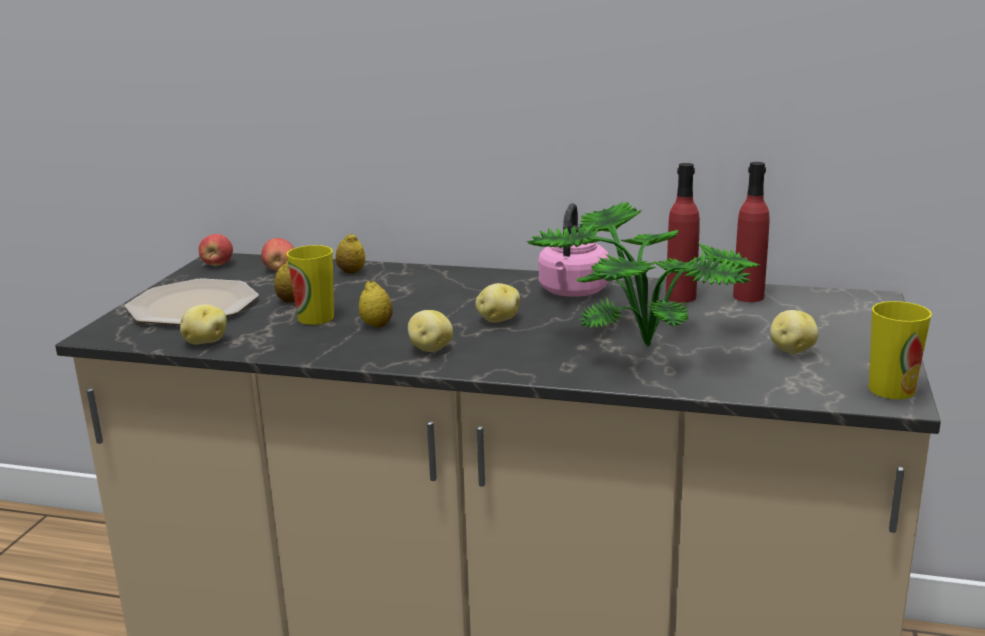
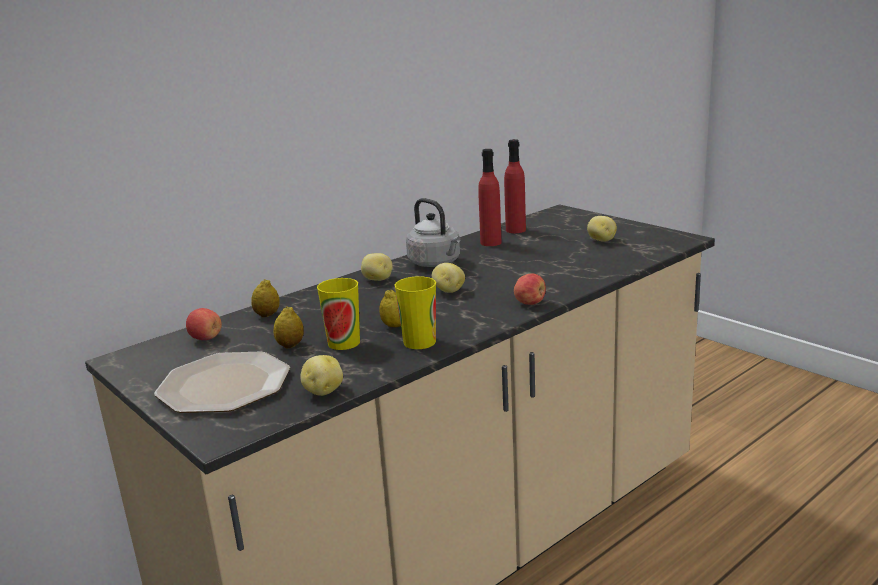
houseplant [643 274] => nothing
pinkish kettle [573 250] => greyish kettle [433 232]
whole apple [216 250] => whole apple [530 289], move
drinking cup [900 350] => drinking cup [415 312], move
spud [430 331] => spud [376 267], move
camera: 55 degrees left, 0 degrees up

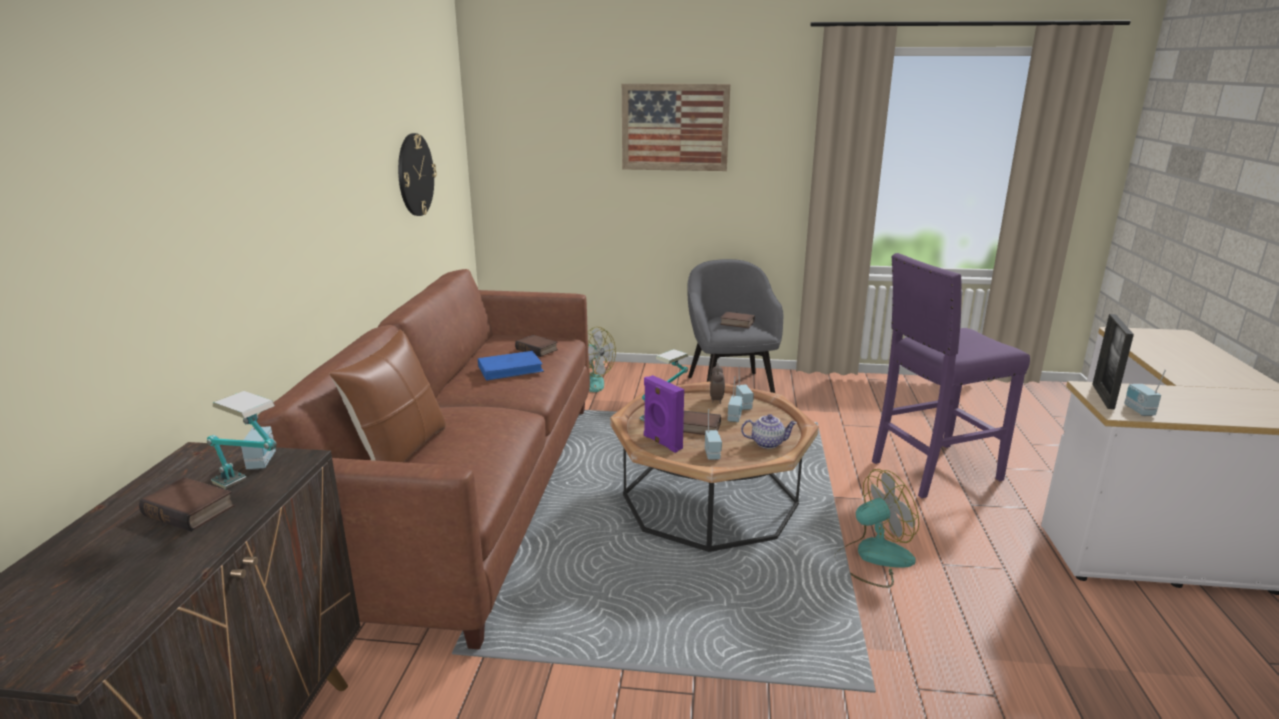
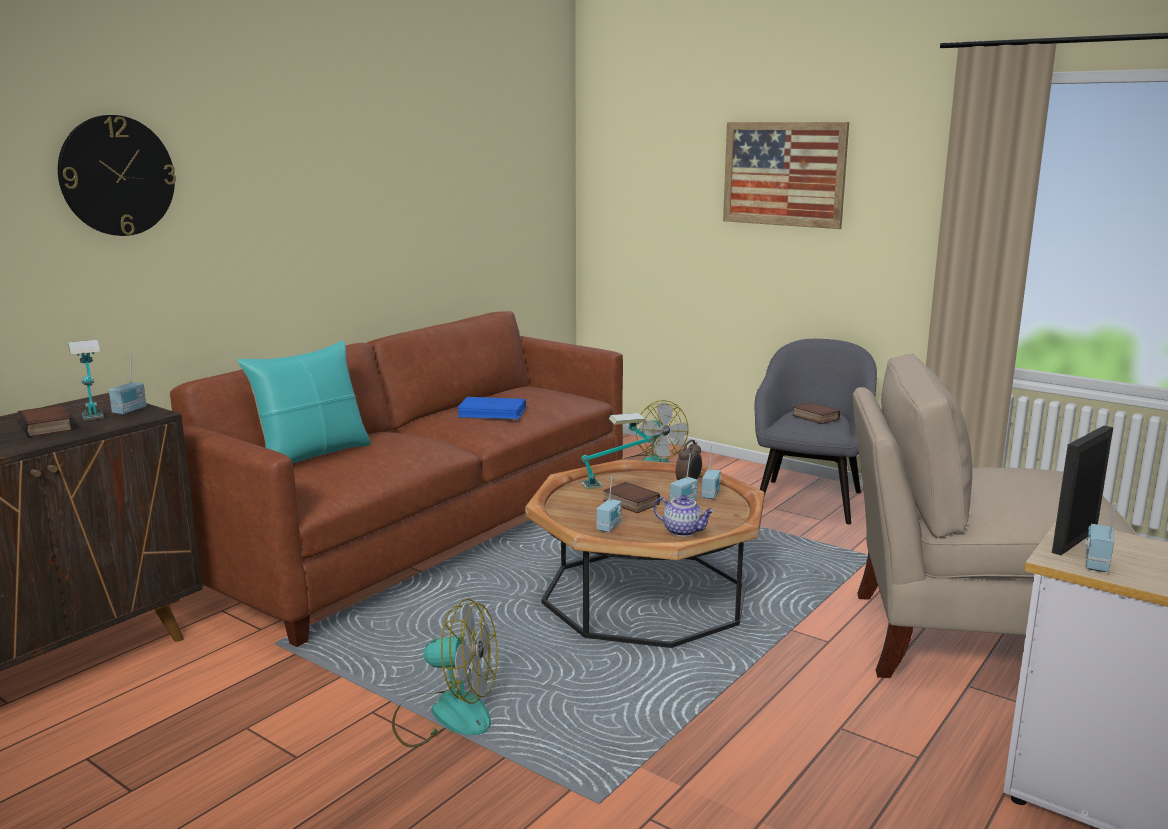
hanging clock [417 174] => hanging clock [117 175], move
purplish stool seat [951 375] => beige plain chair [995 515]
brown throw pillow [387 395] => turquoise-coloured throw pillow [304 402]
book [536 346] => nothing
purplish speaker [664 414] => nothing
fan [877 528] => fan [445 673], move
camera: 30 degrees right, 5 degrees down

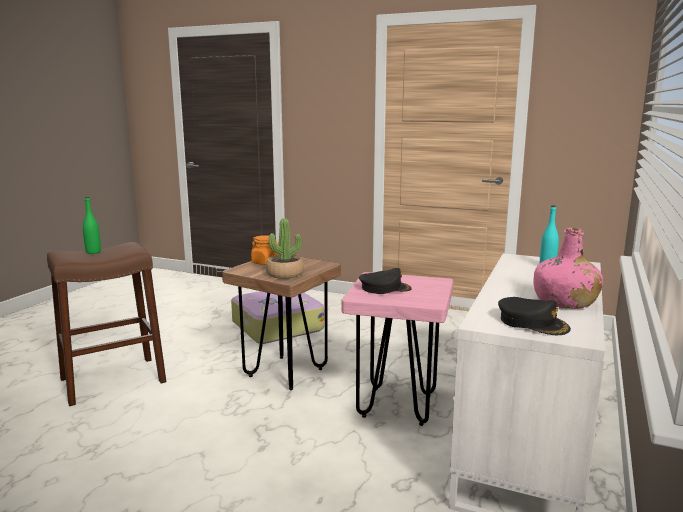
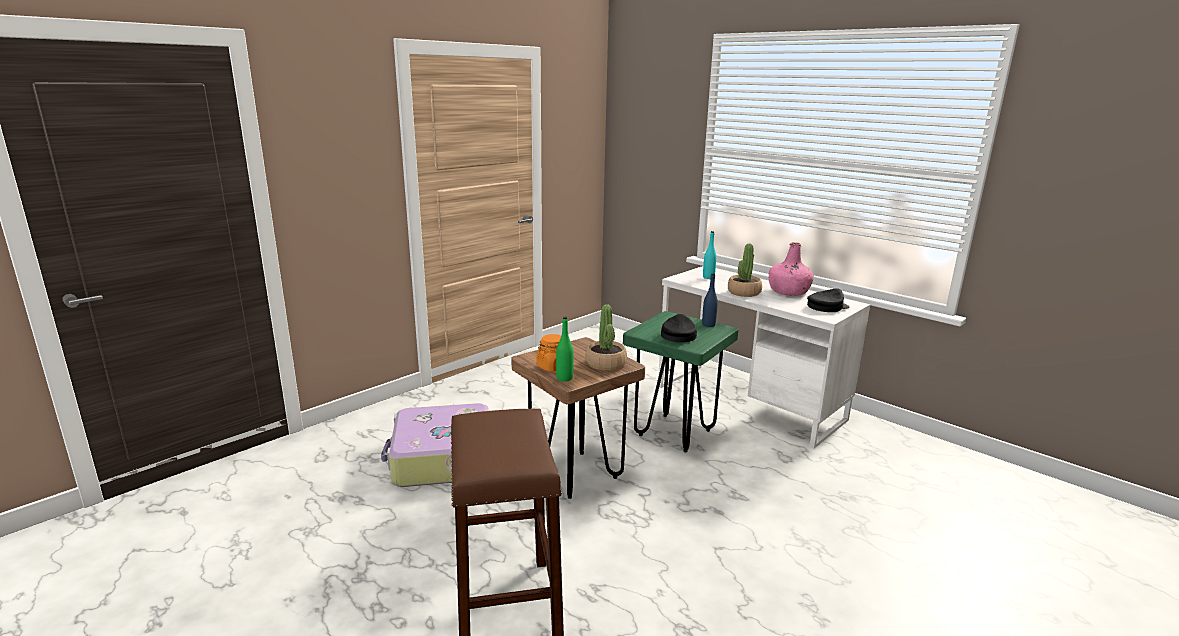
green beverage bottle [92 225] => green beverage bottle [565 349], move
pinkish stool seat [397 349] => green stool seat [680 381]
nothing => houseplant [745 270]
nothing => blue beverage bottle [710 300]
camera: 70 degrees left, 5 degrees up

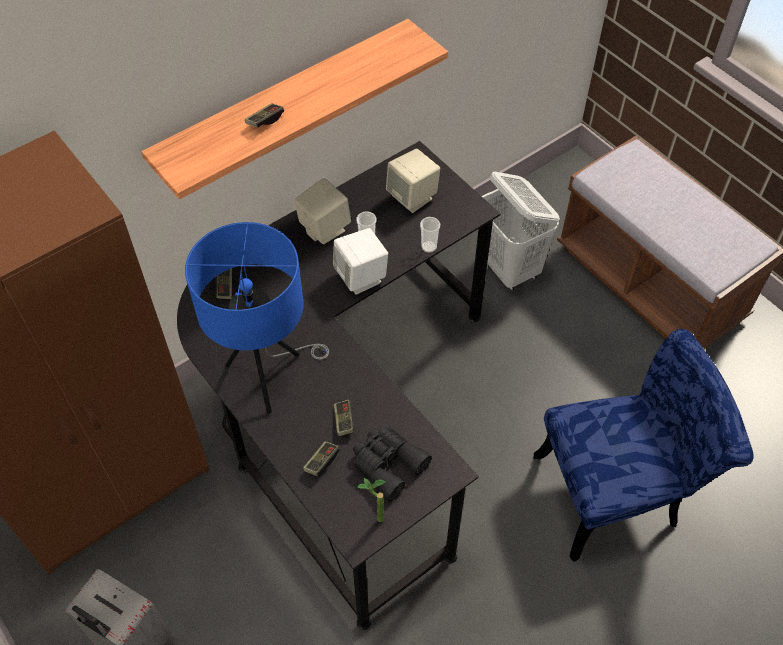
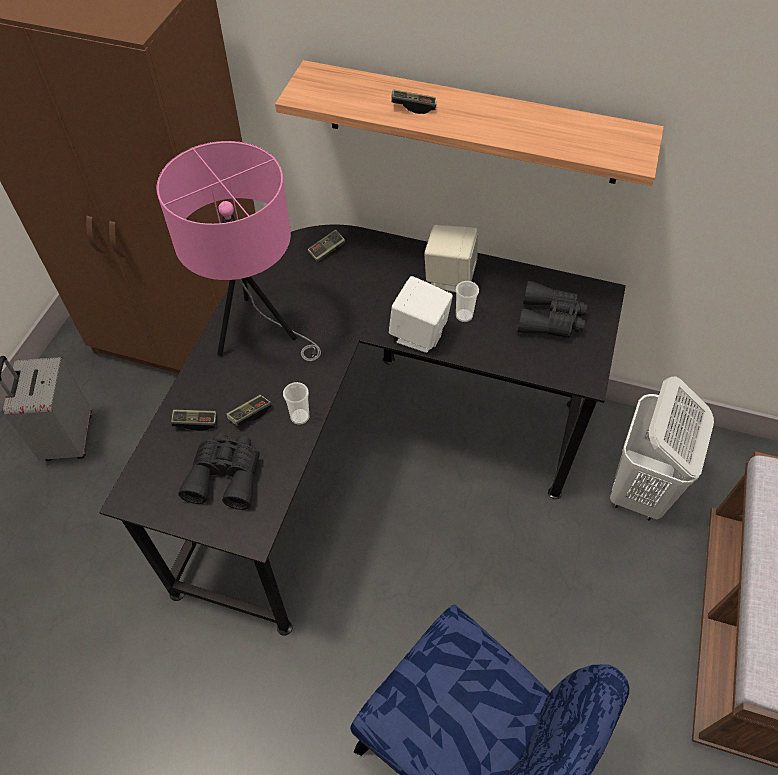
beige speaker [413 181] => blackish binoculars [552 309]
drinking cup [430 235] => drinking cup [296 403], move
blue tabletop lamp [257 318] => pinkish tabletop lamp [238 251]
houseplant [371 500] => nothing
camera: 55 degrees right, 0 degrees up

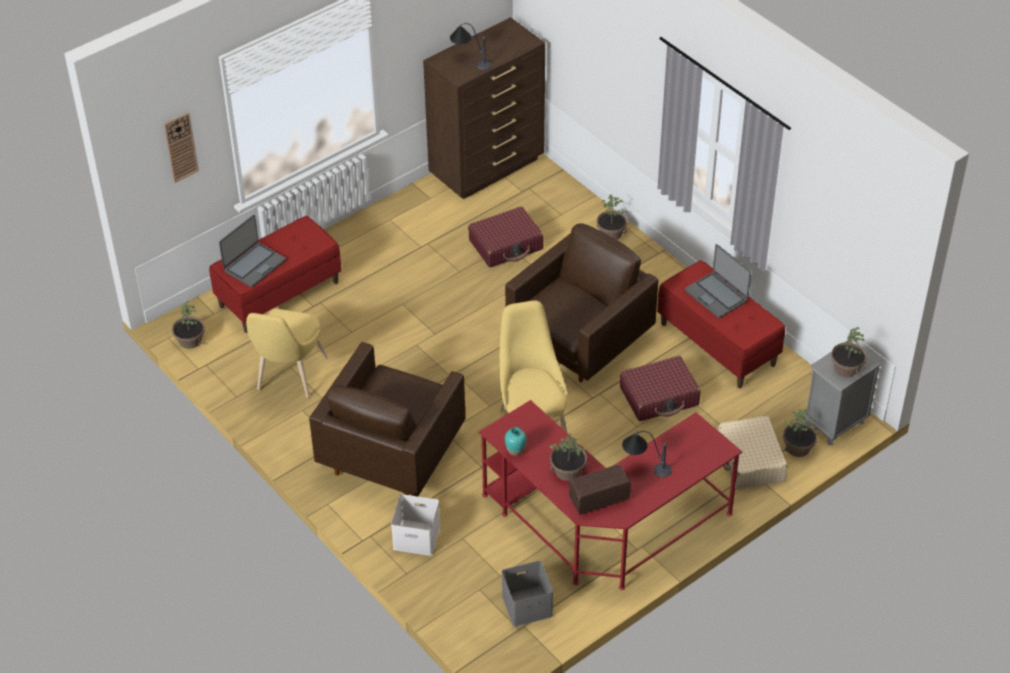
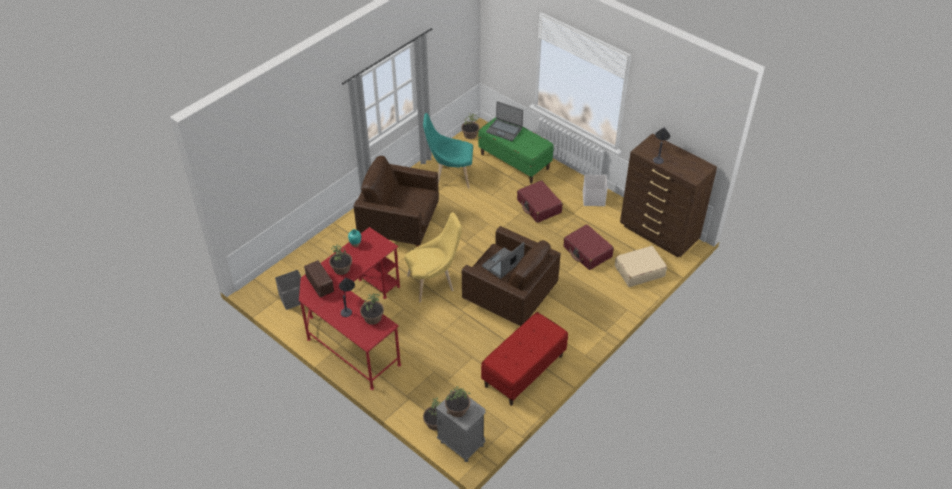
hanging clock [181 147] => nothing
houseplant [612 217] => houseplant [372 309], move
red-coloured bench [275 274] => green bench [516 150]
notebook computer [718 281] => notebook computer [503 260], move
yellowish plain chair [286 353] => turquoise-coloured plain chair [448 150]
red-coloured travel case [660 388] => red-coloured travel case [540 201], move
beige travel case [753 452] => beige travel case [641 266], move
white storage bin [415 525] => white storage bin [595 190], move
camera: 80 degrees right, 0 degrees up

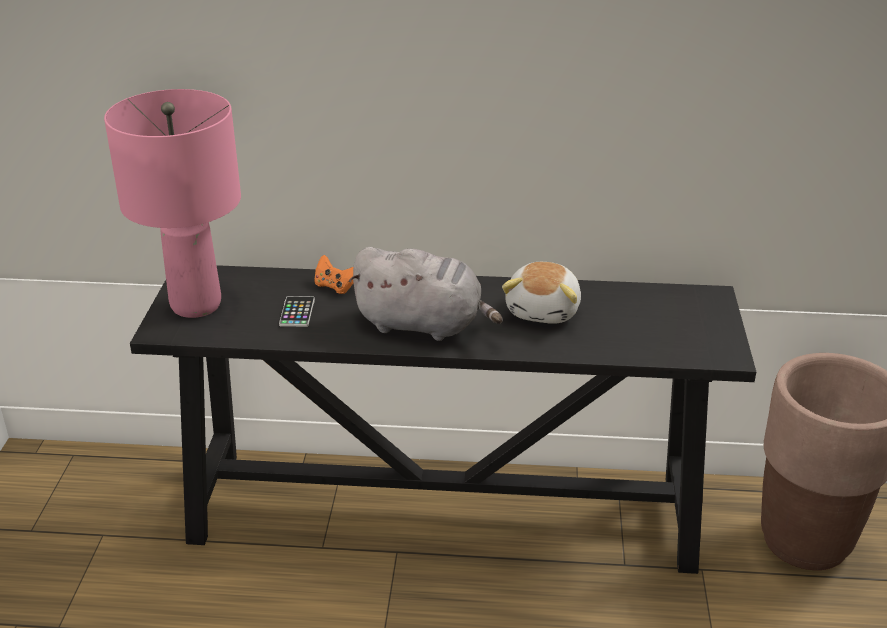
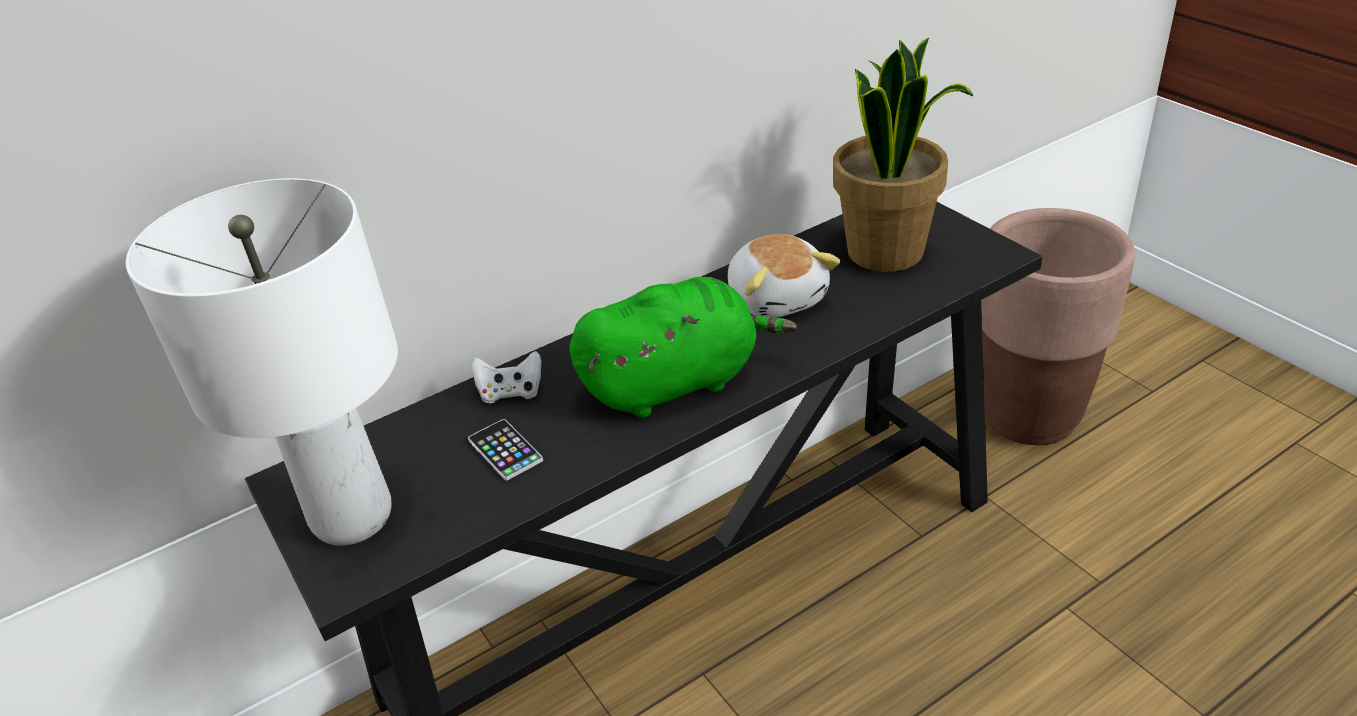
pinkish tabletop lamp [172 203] => white tabletop lamp [262 362]
greyish plush toy [425 294] => green plush toy [683 347]
orangey joypad [334 274] => white joypad [506 377]
nothing => houseplant [903 155]
camera: 35 degrees left, 5 degrees up

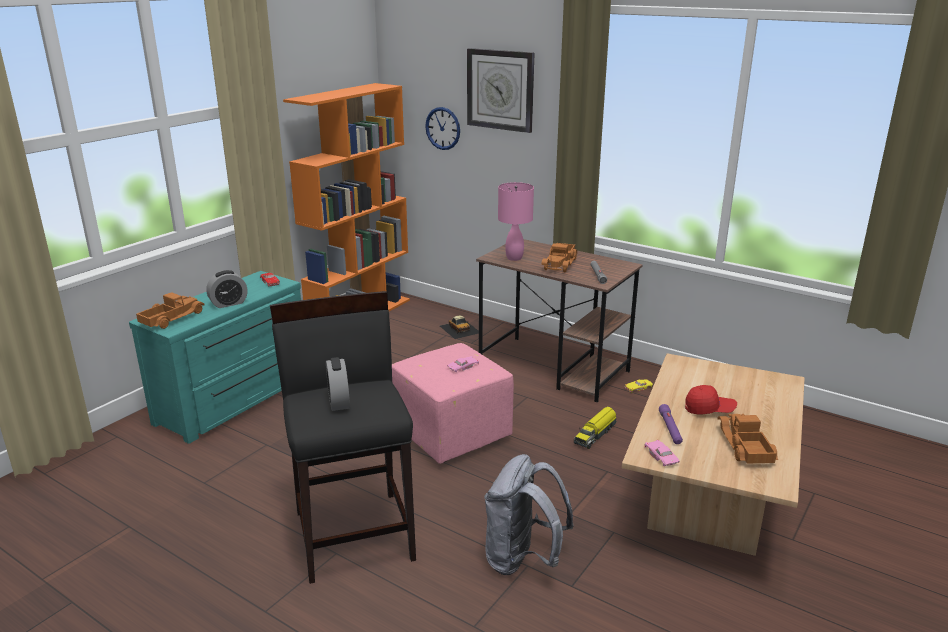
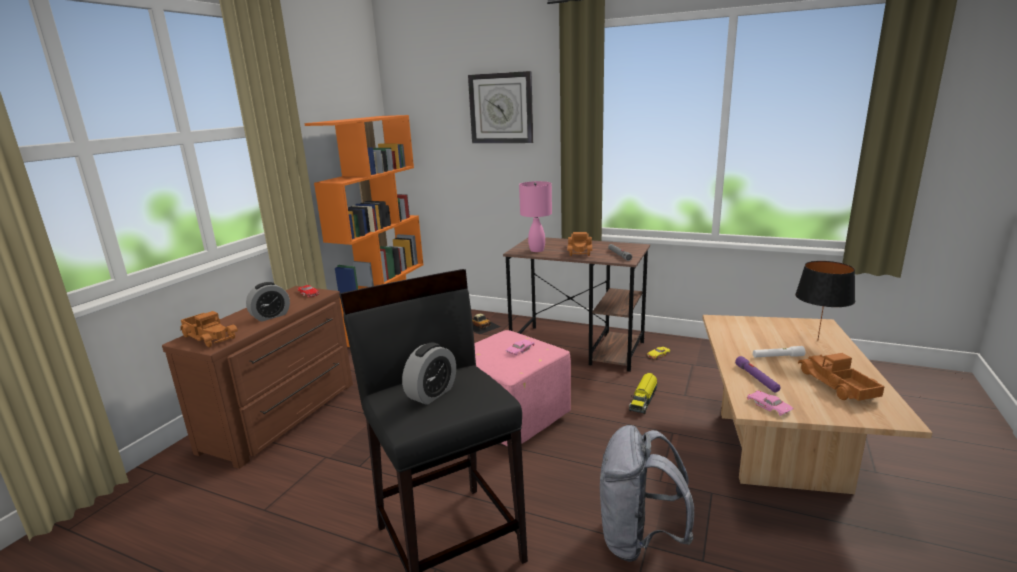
hanging clock [442 128] => nothing
turquoise-coloured drawer chest [215 357] => brown drawer chest [257 377]
toy truck [170 310] => toy truck [209 329], 105 degrees clockwise
table clock [338 384] => table clock [429 374], 120 degrees counterclockwise
red-coloured peaked cap [711 400] => white hand torch [779 351]
nothing => blackish tabletop lamp [825 301]
camera: 10 degrees left, 5 degrees down

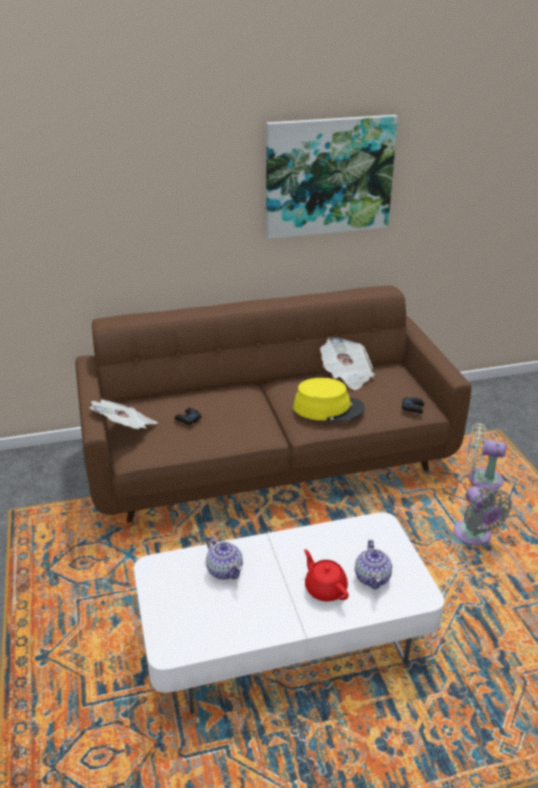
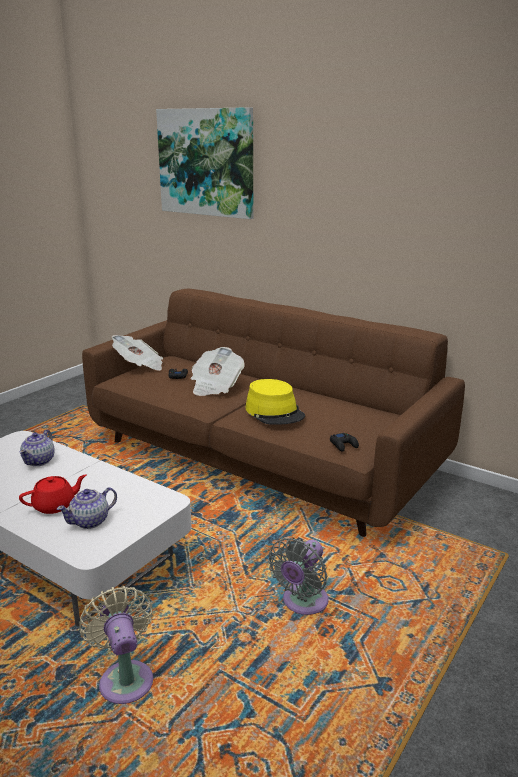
wall picture [332 177] => wall picture [204 163], move
newspaper [347 363] => newspaper [218 371], move
beige fan [486 456] => beige fan [116 645], move
red-coloured teapot [326 575] => red-coloured teapot [52 494], 45 degrees clockwise
camera: 50 degrees right, 10 degrees down

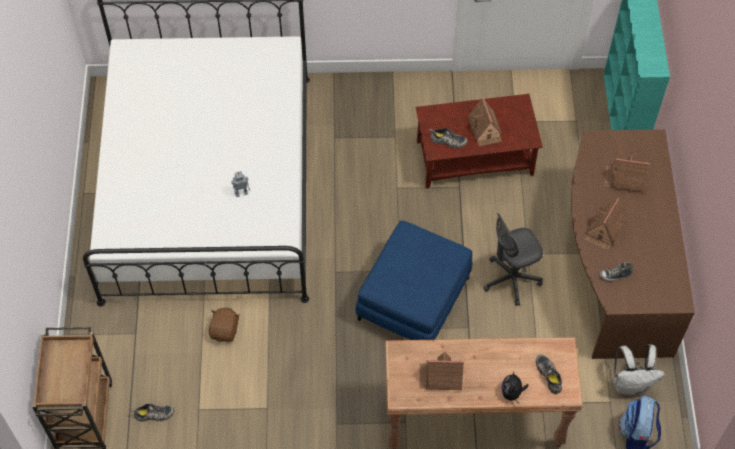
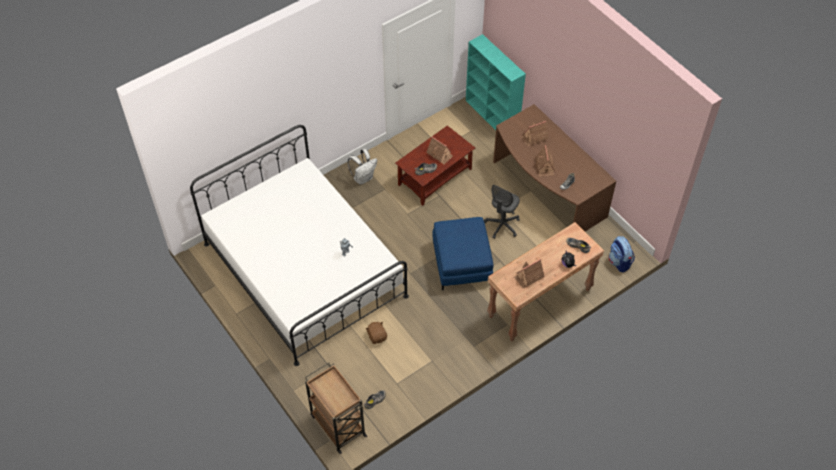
white backpack [639 369] => white backpack [362 167], move
camera: 35 degrees left, 5 degrees down

